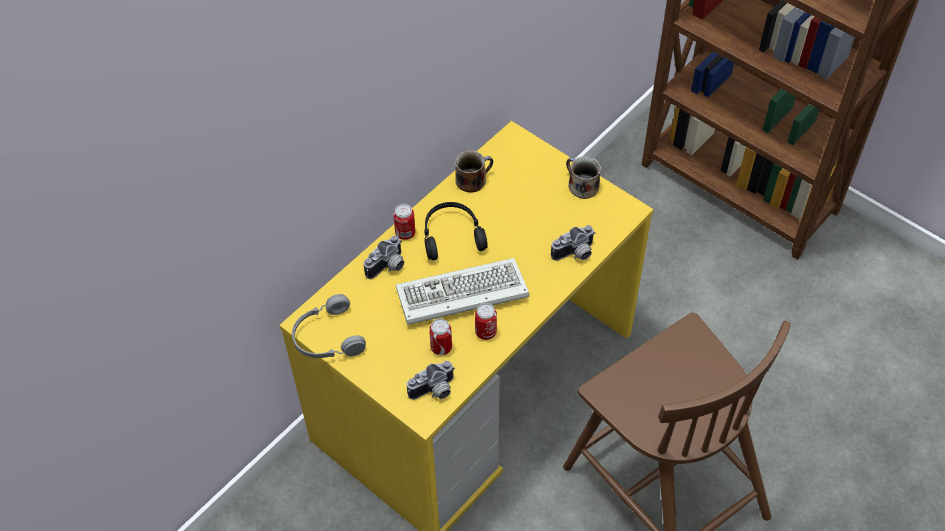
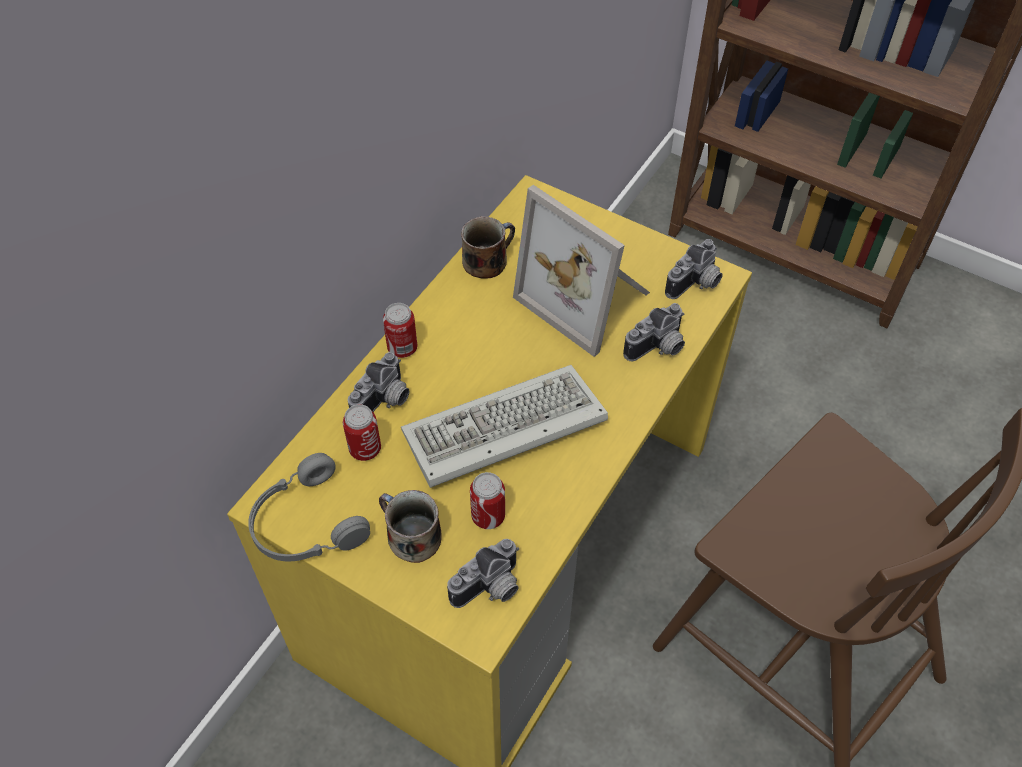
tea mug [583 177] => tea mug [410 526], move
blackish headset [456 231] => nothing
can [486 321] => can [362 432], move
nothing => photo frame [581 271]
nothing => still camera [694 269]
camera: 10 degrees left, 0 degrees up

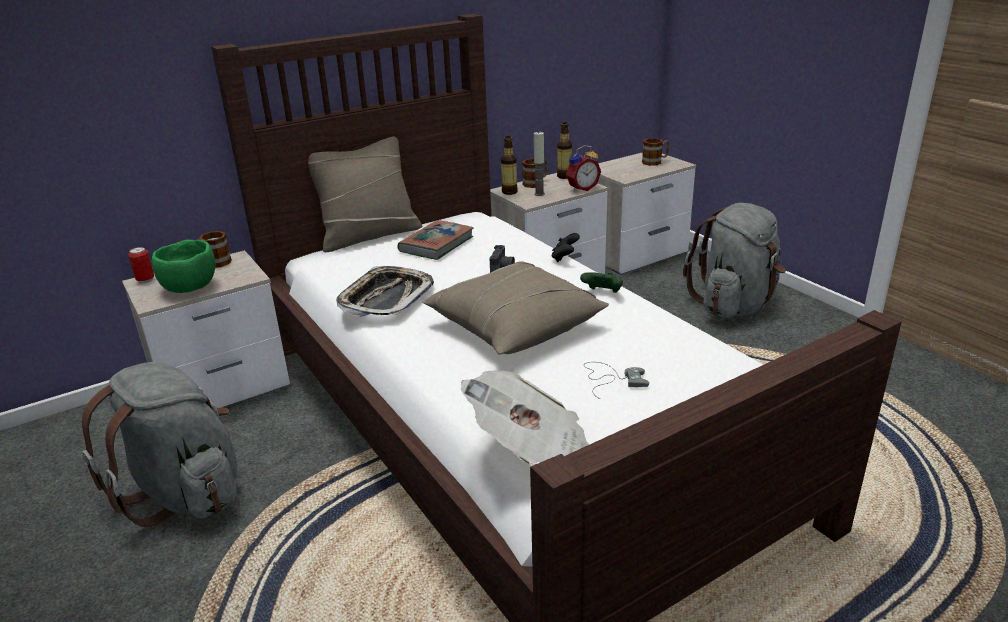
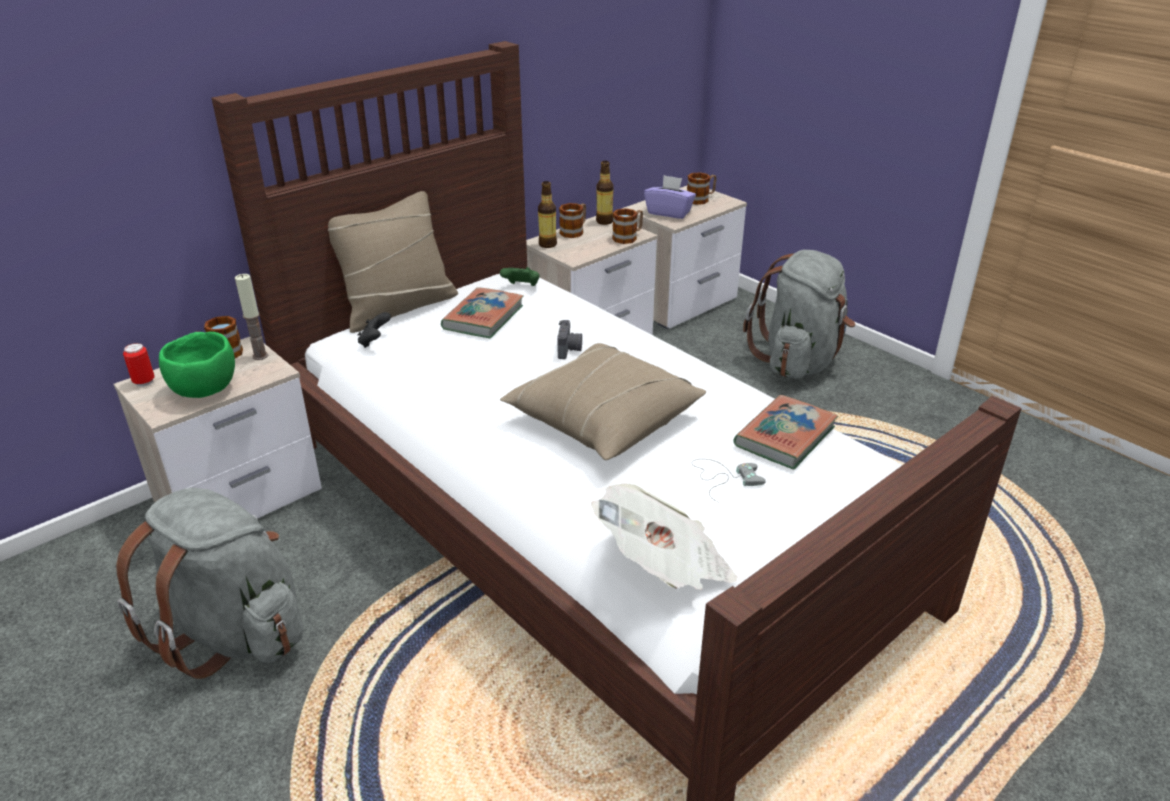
candle [539 163] => candle [251 317], move
table clock [583 168] => tea mug [627 226]
blackish joypad [566 247] => blackish joypad [374 330], move
tray [385 291] => nothing
green joypad [601 282] => green joypad [520 276], move
nothing => purplish tissue holder [670 197]
nothing => book [786 432]
camera: 10 degrees left, 5 degrees up

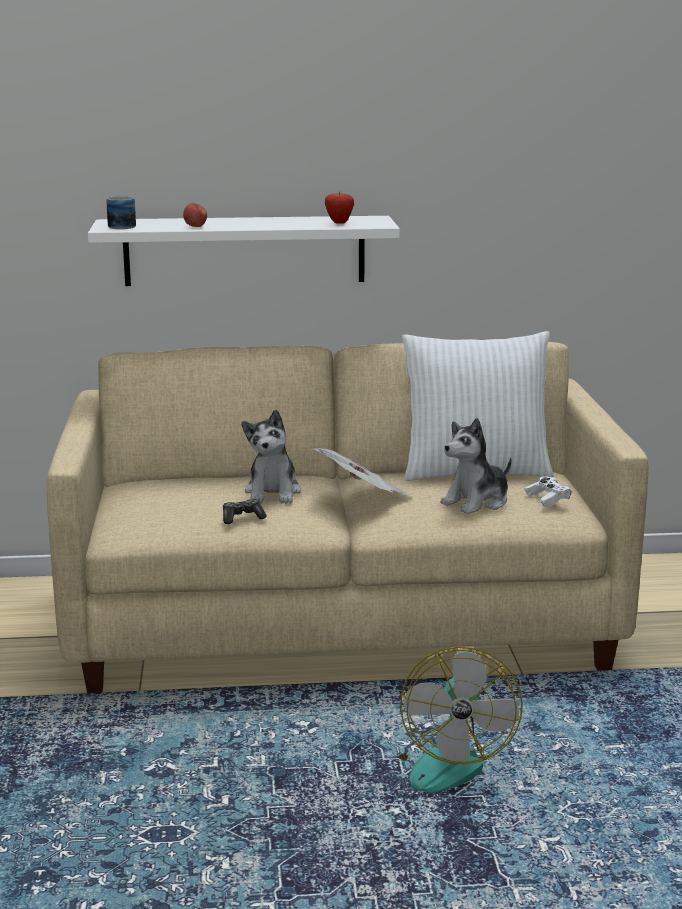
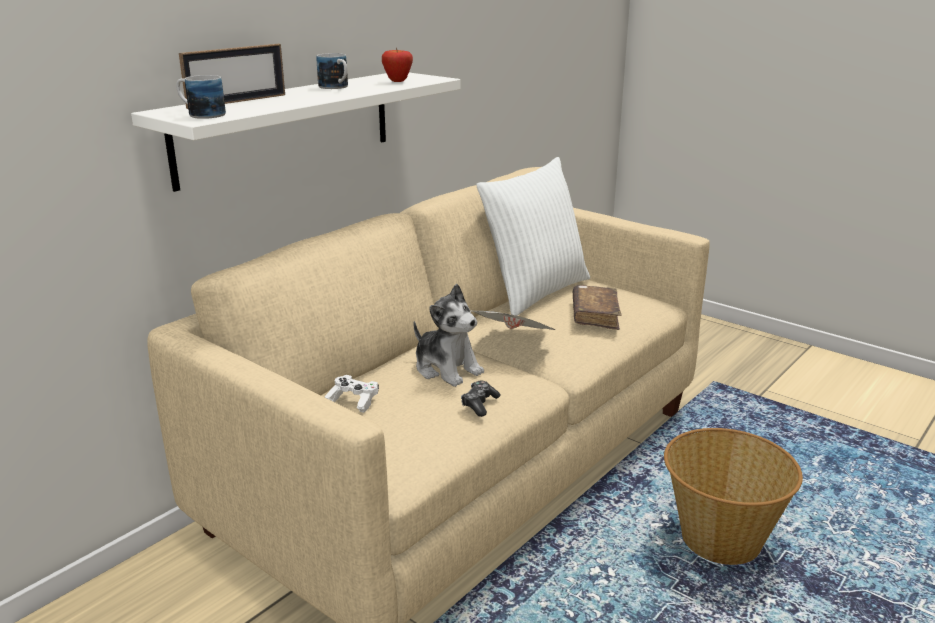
whole apple [195 215] => nothing
plush toy [476 466] => brown book [597 307]
white joypad [547 491] => white joypad [352 394], move
fan [460 719] => household basket [733 496]
nothing => photo frame [232 76]
nothing => tea mug [332 71]
camera: 45 degrees left, 5 degrees up

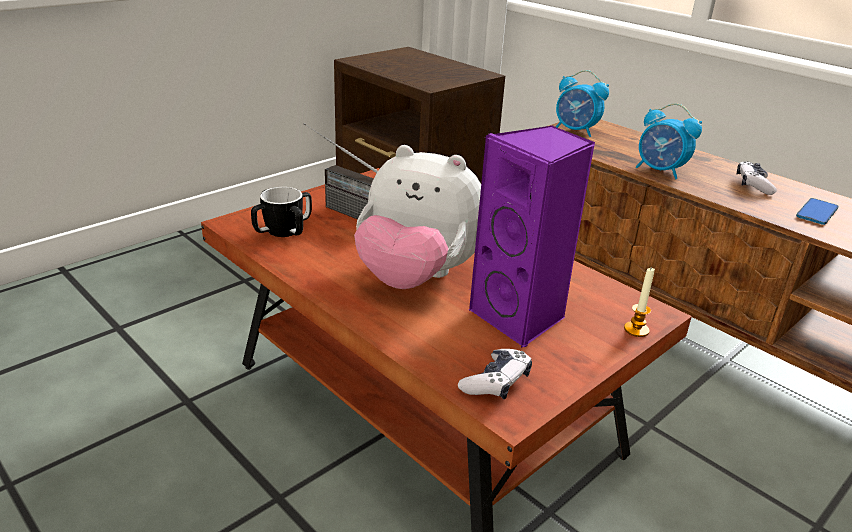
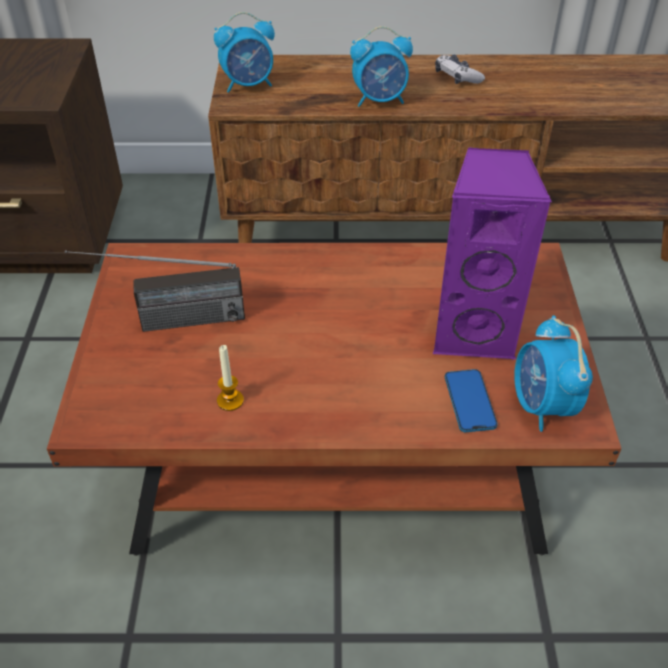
plush toy [417 217] => nothing
tea mug [281 212] => nothing
phone [817 211] => phone [471 400], move
candle [639 302] => candle [230 378], move
joypad [495 374] => table clock [553 374]
camera: 45 degrees left, 15 degrees up

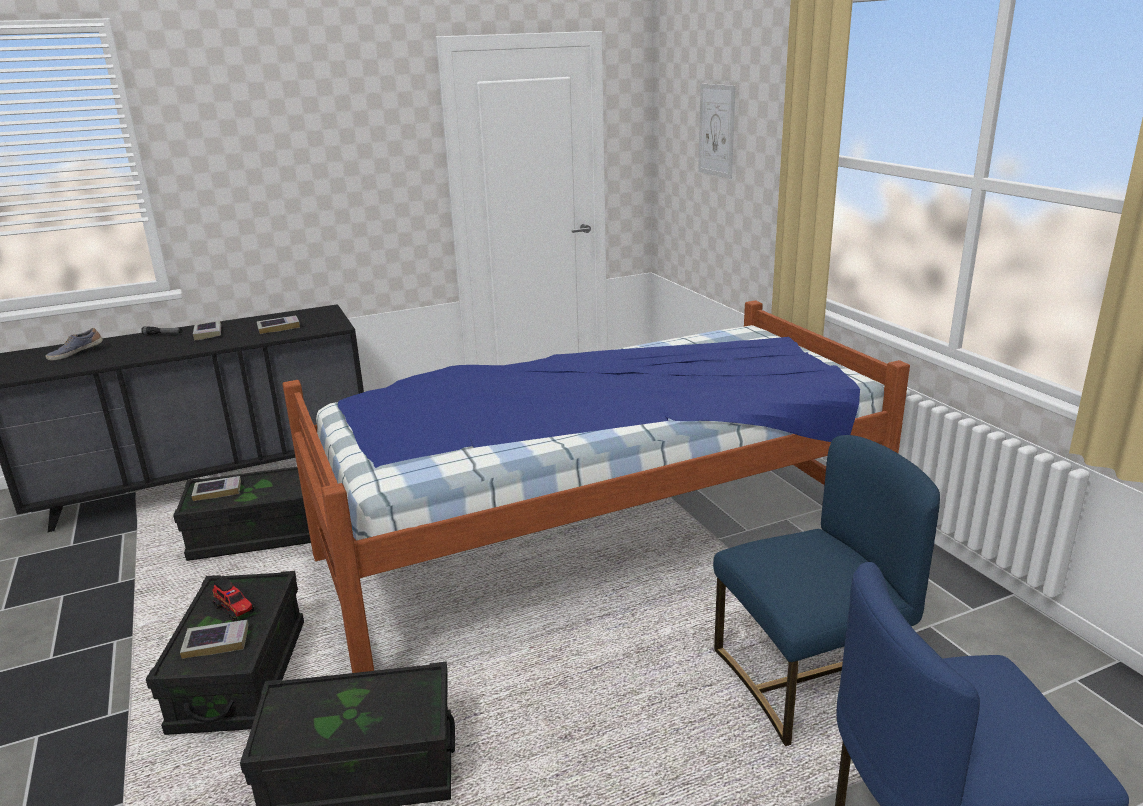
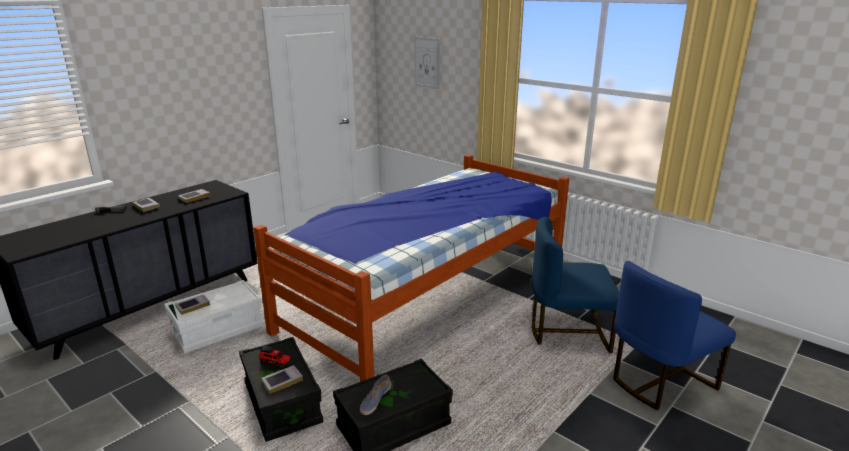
item of footwear [74 344] => item of footwear [375 394], move
blue plain chair [826 590] => blue plain chair [575 285], 135 degrees counterclockwise
blackish storage bin [242 514] => white storage bin [214 317]
camera: 25 degrees left, 0 degrees up

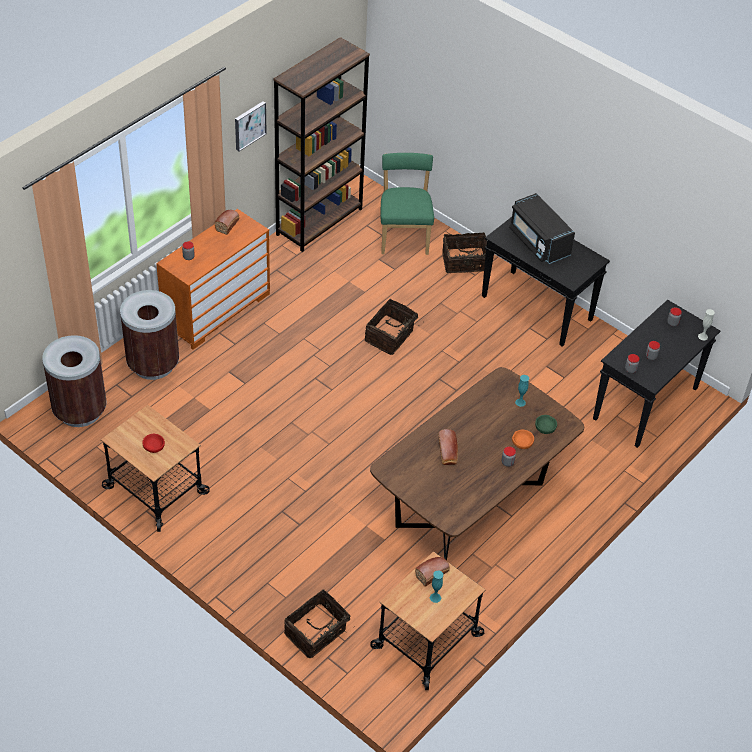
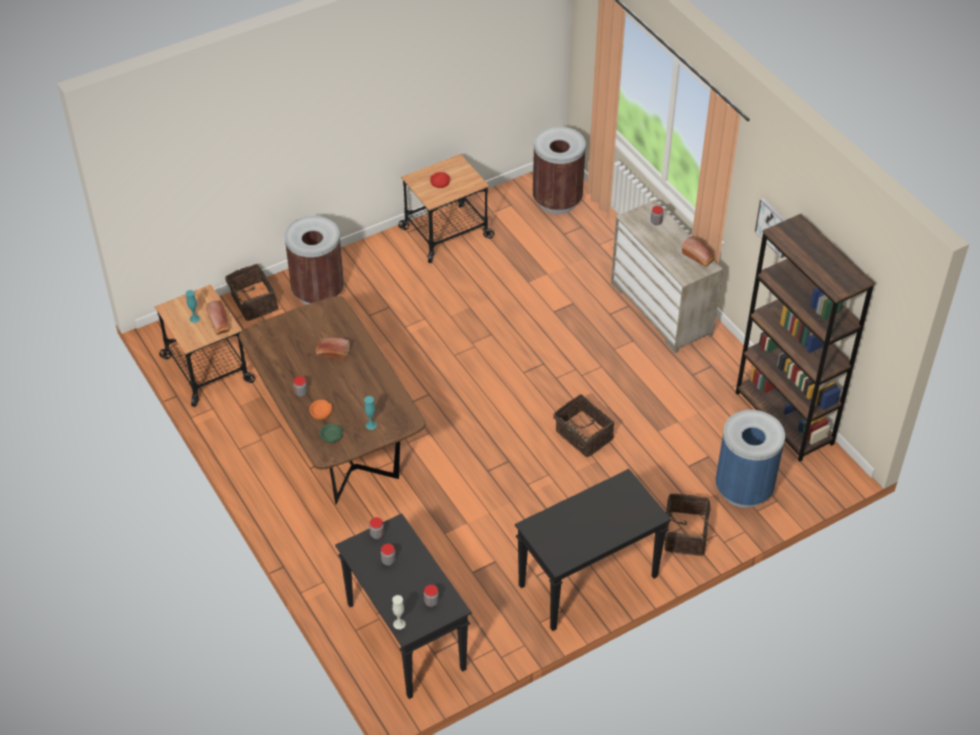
green plain chair [407 204] => blue rubbish bin [750 459]
blackish microwave oven [542 228] => nothing
orangey drawer chest [213 279] => beige drawer chest [667 276]
brown rubbish bin [149 335] => brown rubbish bin [314 260], move
camera: 110 degrees right, 0 degrees up

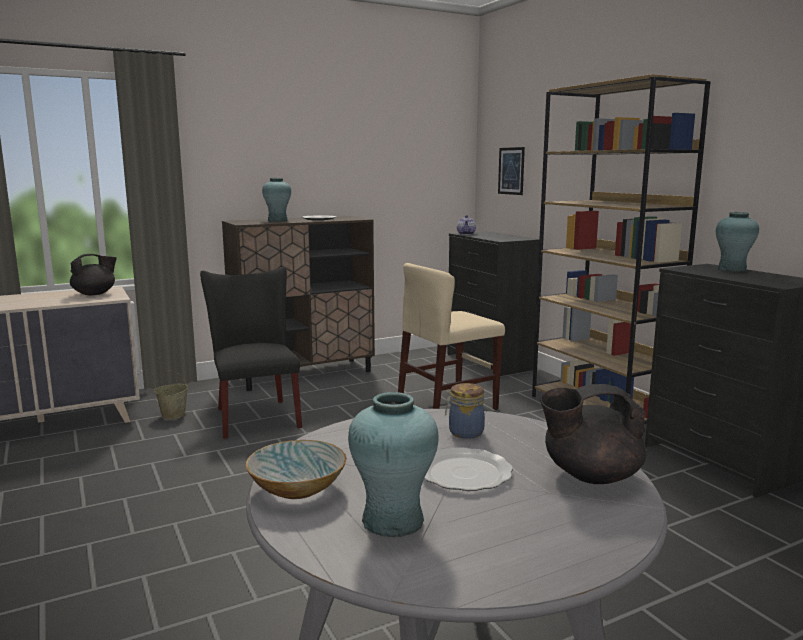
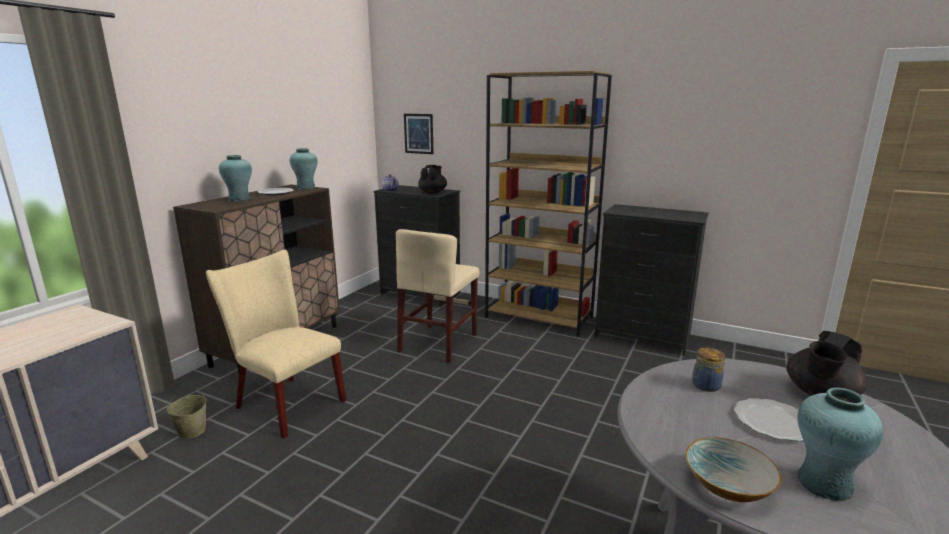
turquoise-coloured decorative vase [737 242] => turquoise-coloured decorative vase [303 169], move
blackish teapot [93 274] => blackish teapot [432 179], move
blackish plain chair [251 353] => beige plain chair [276 344]
camera: 35 degrees left, 5 degrees up

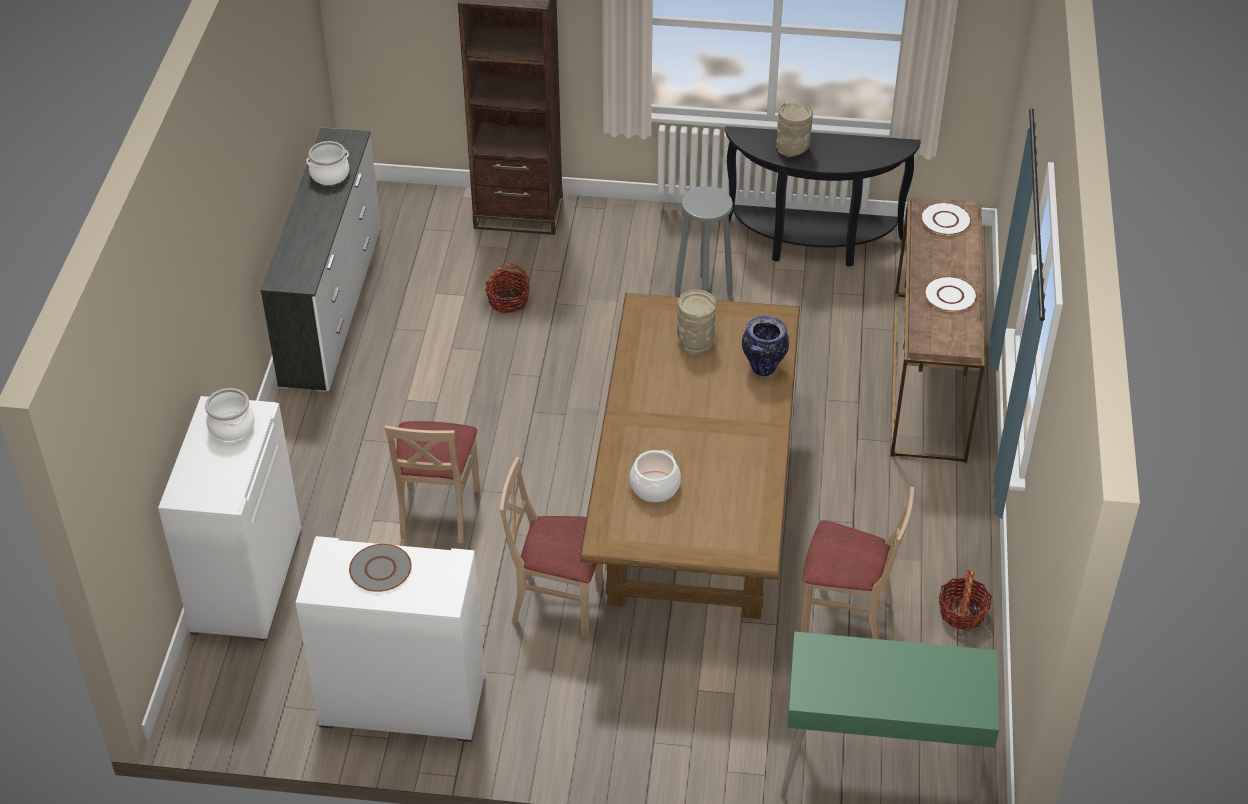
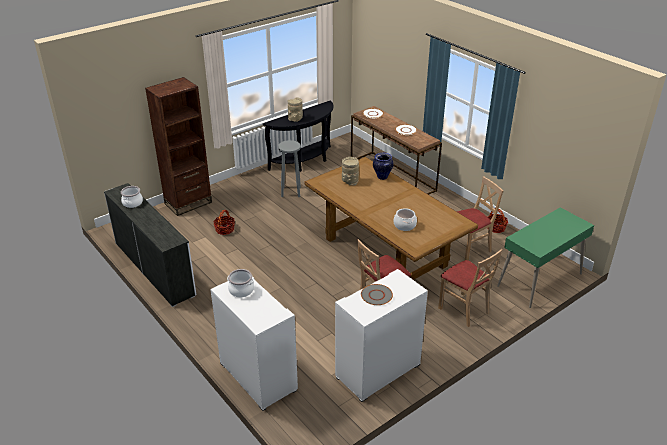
beige plain chair [432 482] => beige plain chair [470 288], move
camera: 45 degrees left, 10 degrees down

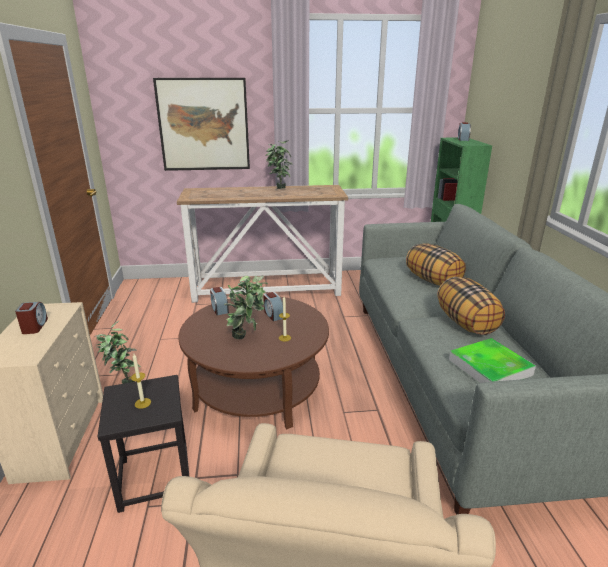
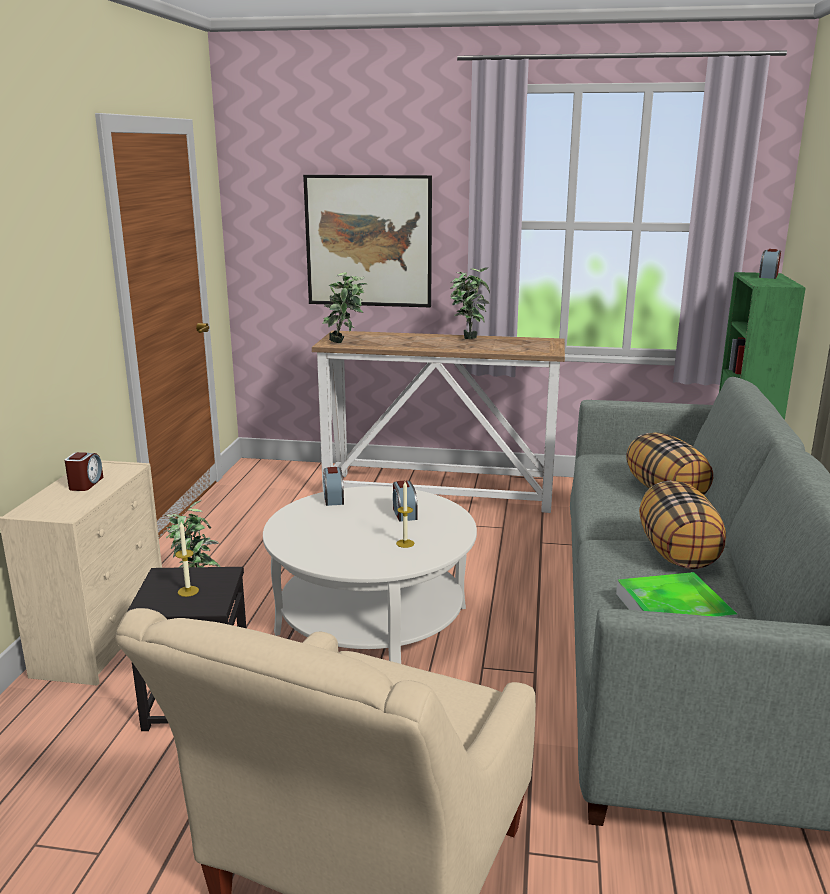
houseplant [246 307] => houseplant [345 307], move
brown low table [254 362] => white low table [370 575]
camera: 15 degrees right, 5 degrees down

